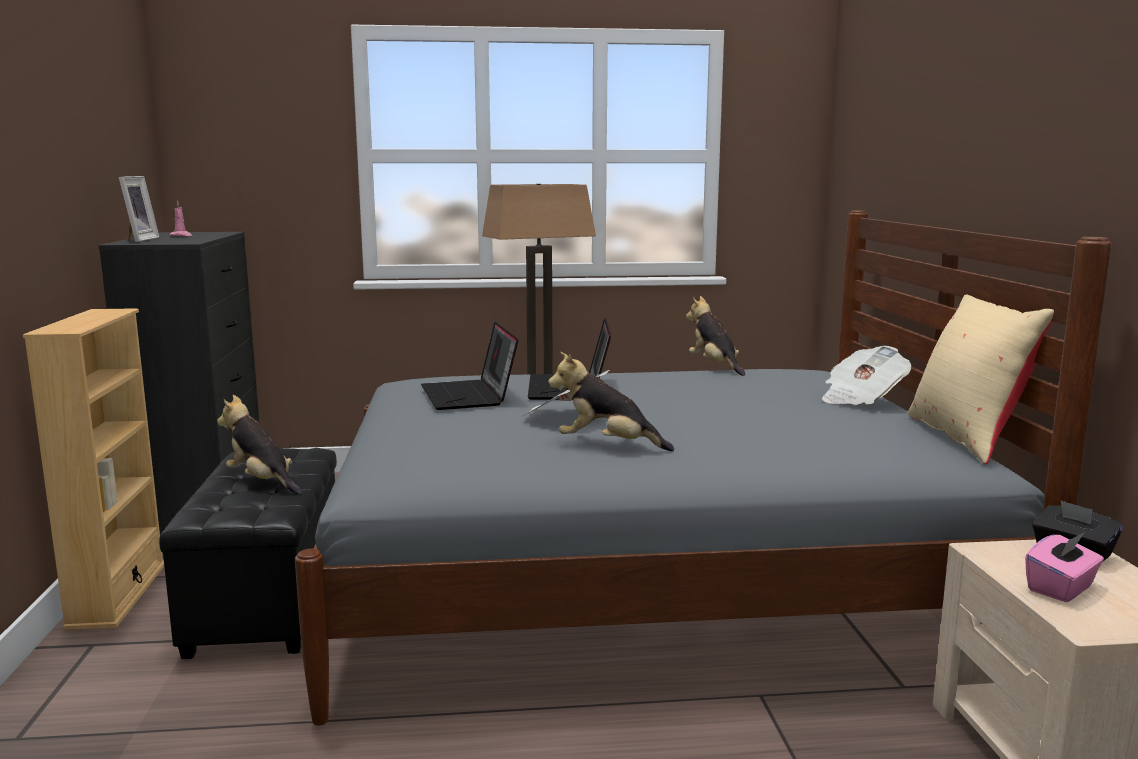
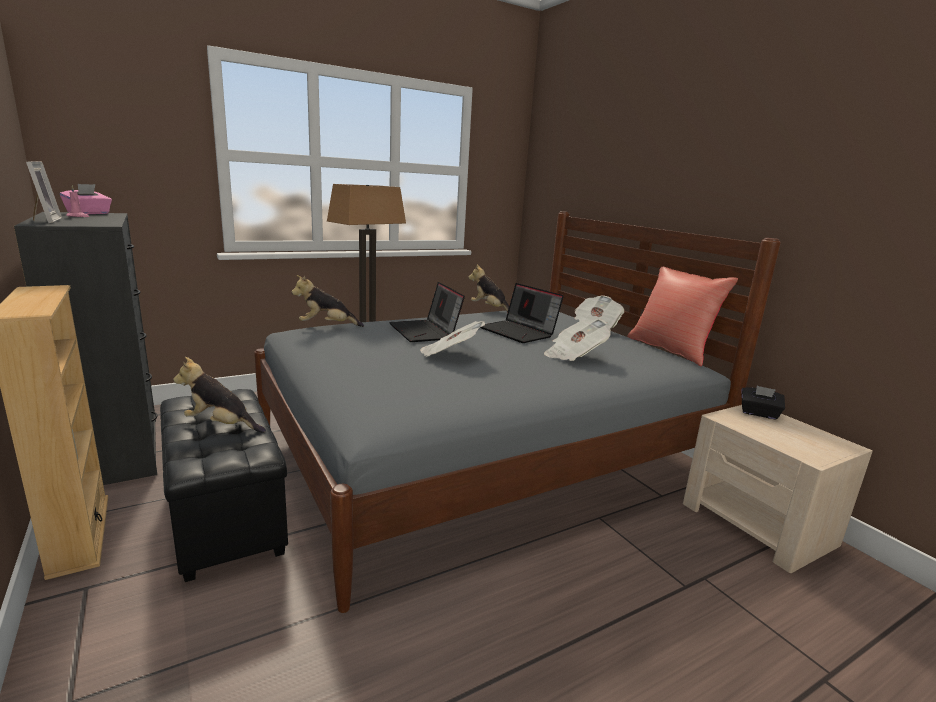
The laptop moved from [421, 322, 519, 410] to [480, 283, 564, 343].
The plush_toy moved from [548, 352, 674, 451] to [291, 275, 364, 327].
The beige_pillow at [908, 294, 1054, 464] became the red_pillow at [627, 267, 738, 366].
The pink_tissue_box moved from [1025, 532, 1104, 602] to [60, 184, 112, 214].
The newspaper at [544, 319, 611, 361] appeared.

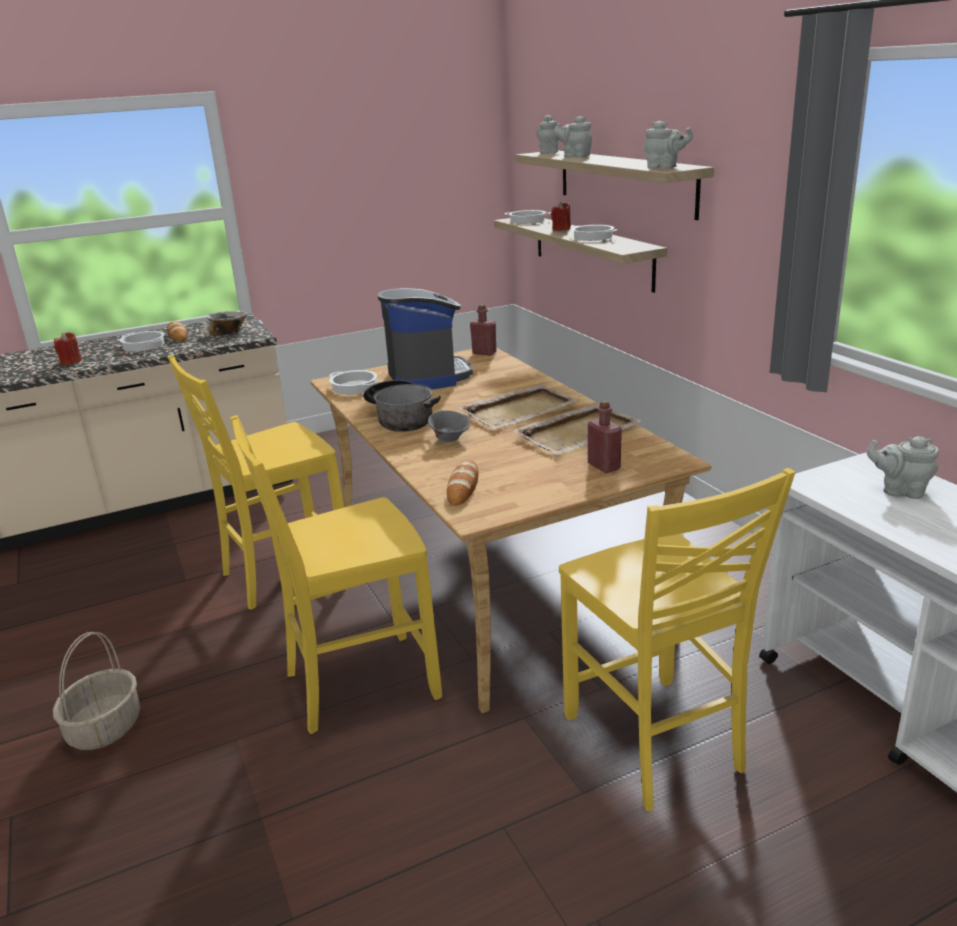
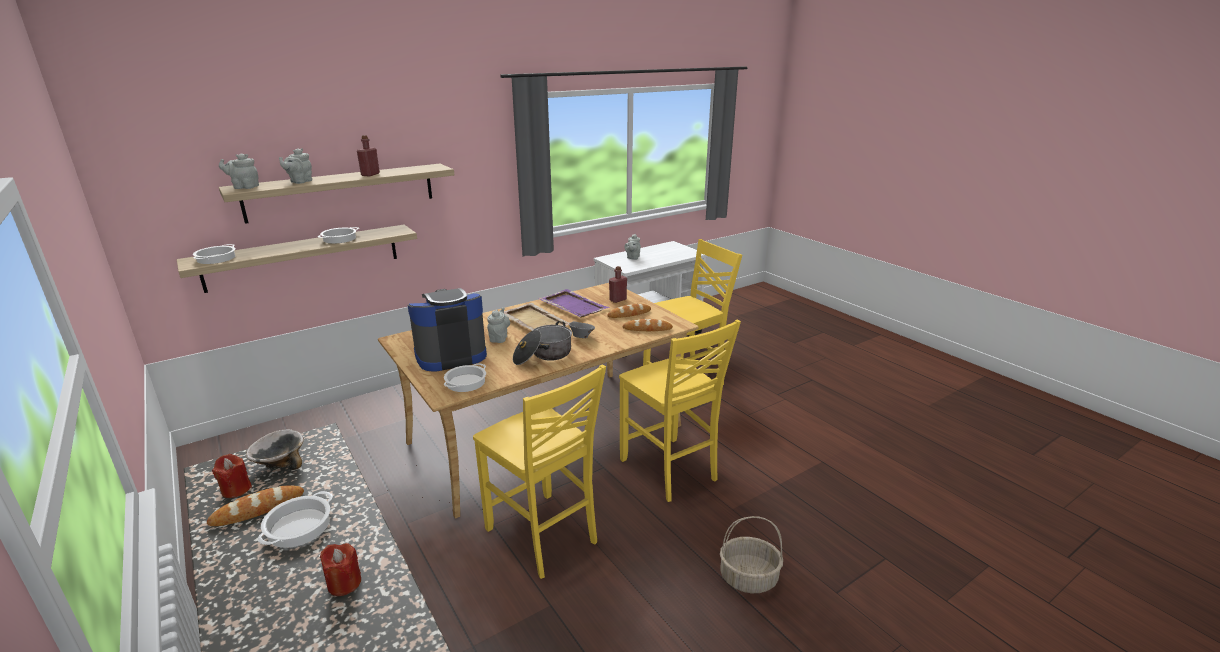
The red_bottle moved from [470, 305, 496, 355] to [357, 135, 380, 176].
The beige_tray at [513, 403, 642, 455] became the purple_tray at [538, 289, 609, 318].
The red_candle moved from [551, 202, 571, 231] to [212, 454, 252, 498].
The grey_teapot moved from [643, 120, 693, 168] to [487, 307, 510, 343].
The bread at [608, 304, 651, 318] appeared.

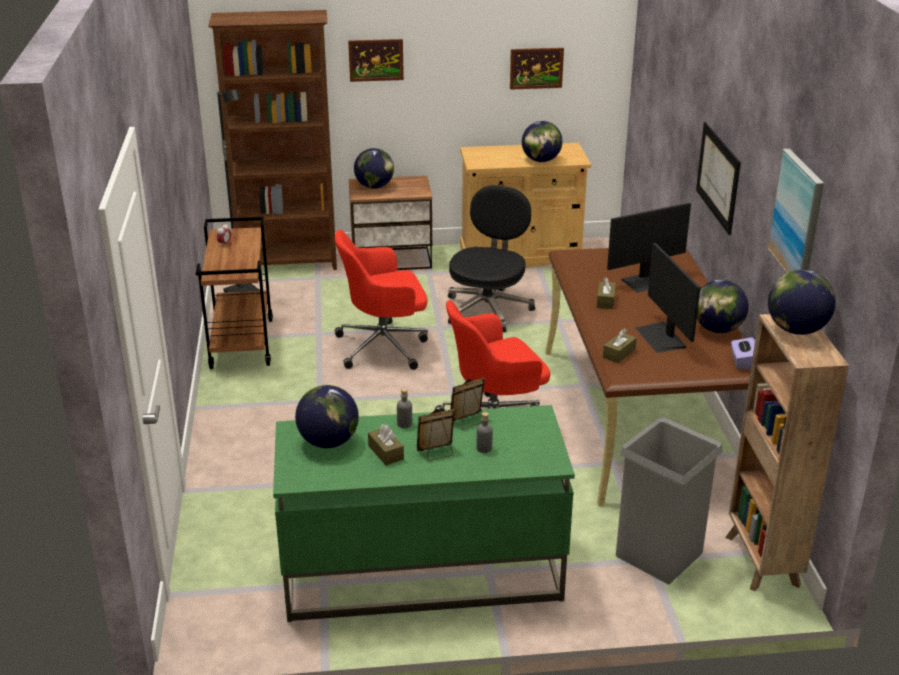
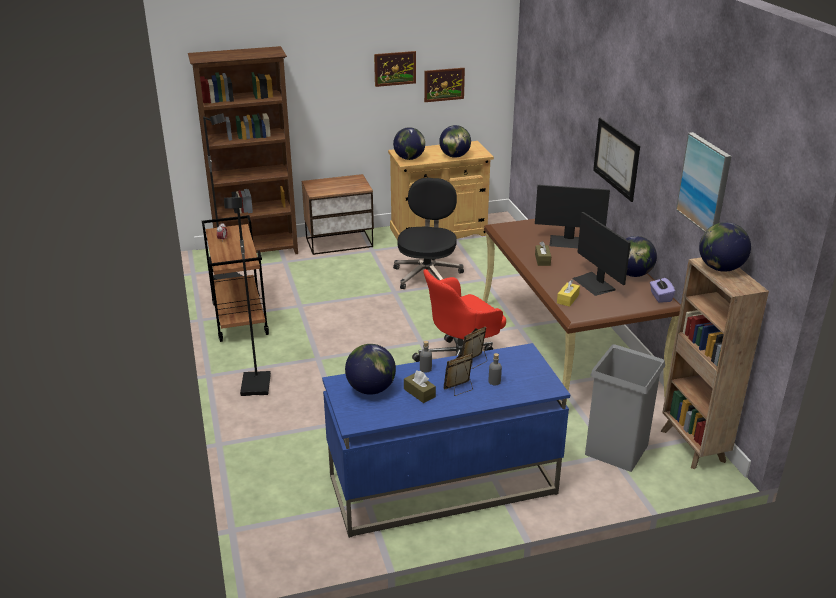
The green_desk at [273, 405, 575, 622] became the blue_desk at [322, 343, 570, 538].
The red_office_chair at [335, 230, 428, 370] disappeared.
The picture moved from [348, 39, 404, 82] to [374, 51, 416, 87].
The globe moved from [354, 148, 394, 189] to [393, 127, 425, 160].
The brown_tissue_box at [603, 329, 637, 363] became the yellow_tissue_box at [557, 280, 580, 307].
The monitor at [607, 202, 691, 293] turned 45 degrees clockwise.
The black_floor_lamp at [224, 194, 271, 396] appeared.

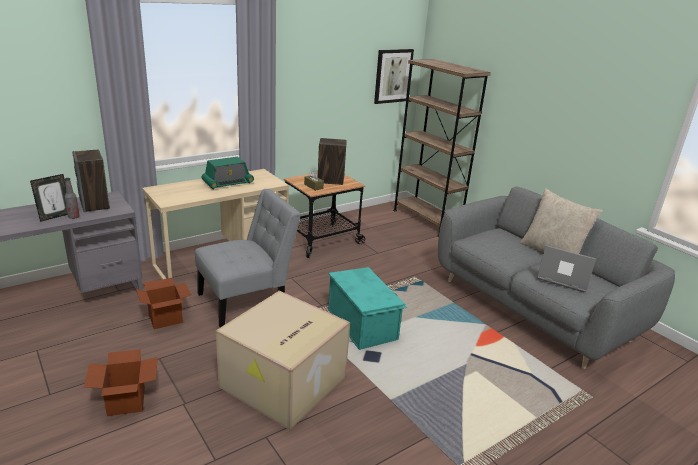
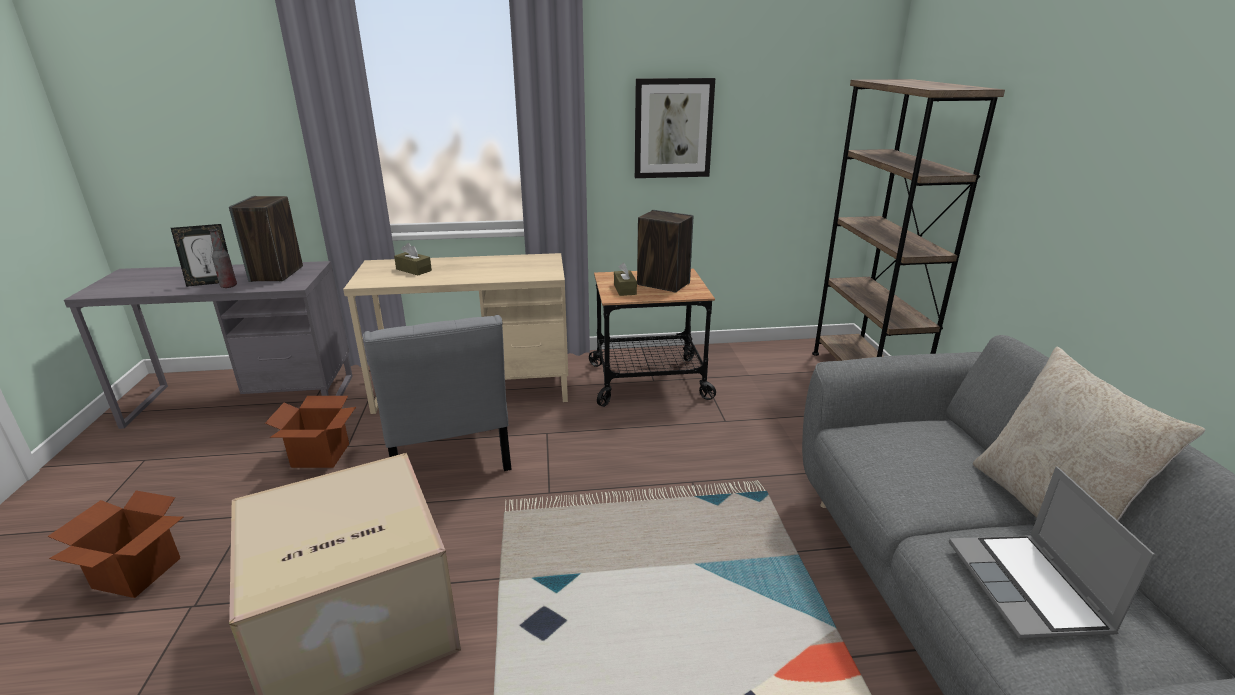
The grey_chair at [195, 189, 301, 327] turned 75 degrees clockwise.
The radio at [201, 157, 254, 190] disappeared.
The turquoise_storage_box at [328, 267, 407, 350] disappeared.
The picture moved from [374, 49, 414, 104] to [635, 78, 715, 178].
The laptop at [537, 245, 596, 292] turned 150 degrees counterclockwise.
The brown_tissue_box at [394, 243, 432, 275] appeared.

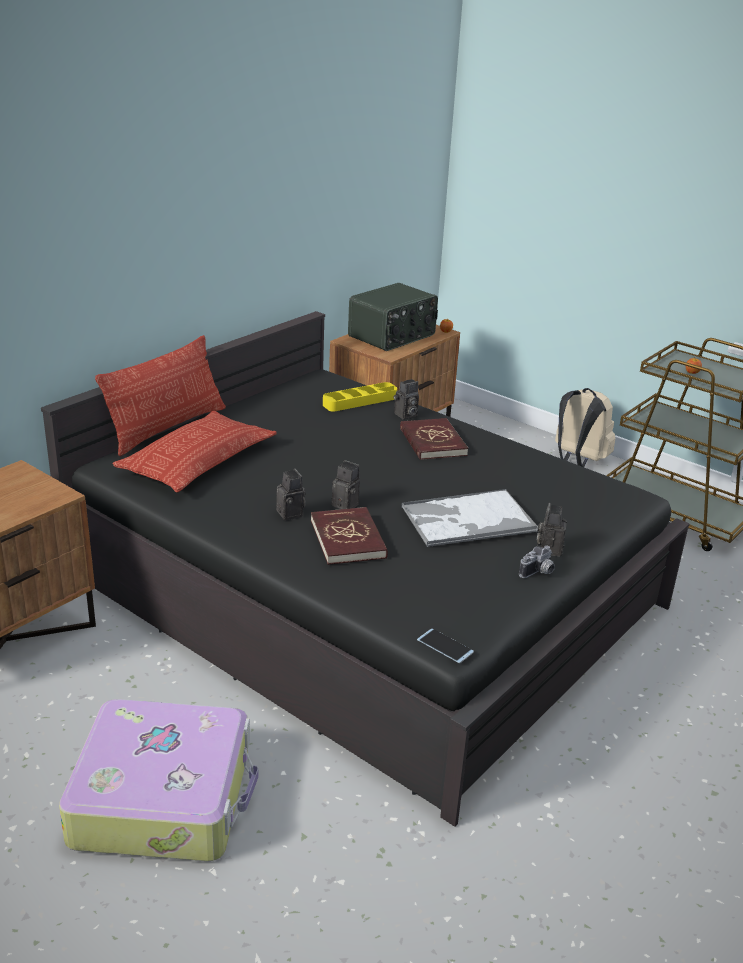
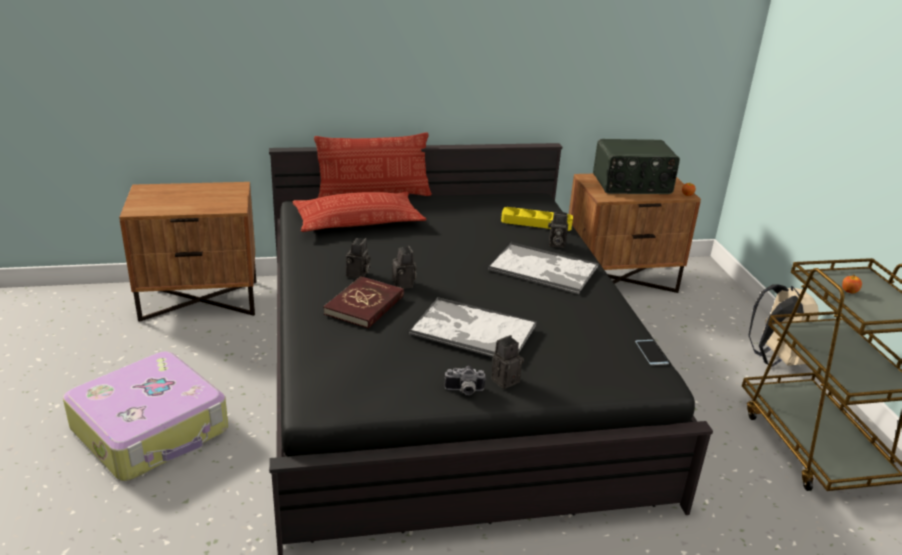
The red_book at [400, 418, 468, 460] was replaced by the tray at [488, 242, 599, 294].
The phone moved from [417, 629, 474, 663] to [635, 340, 669, 365].

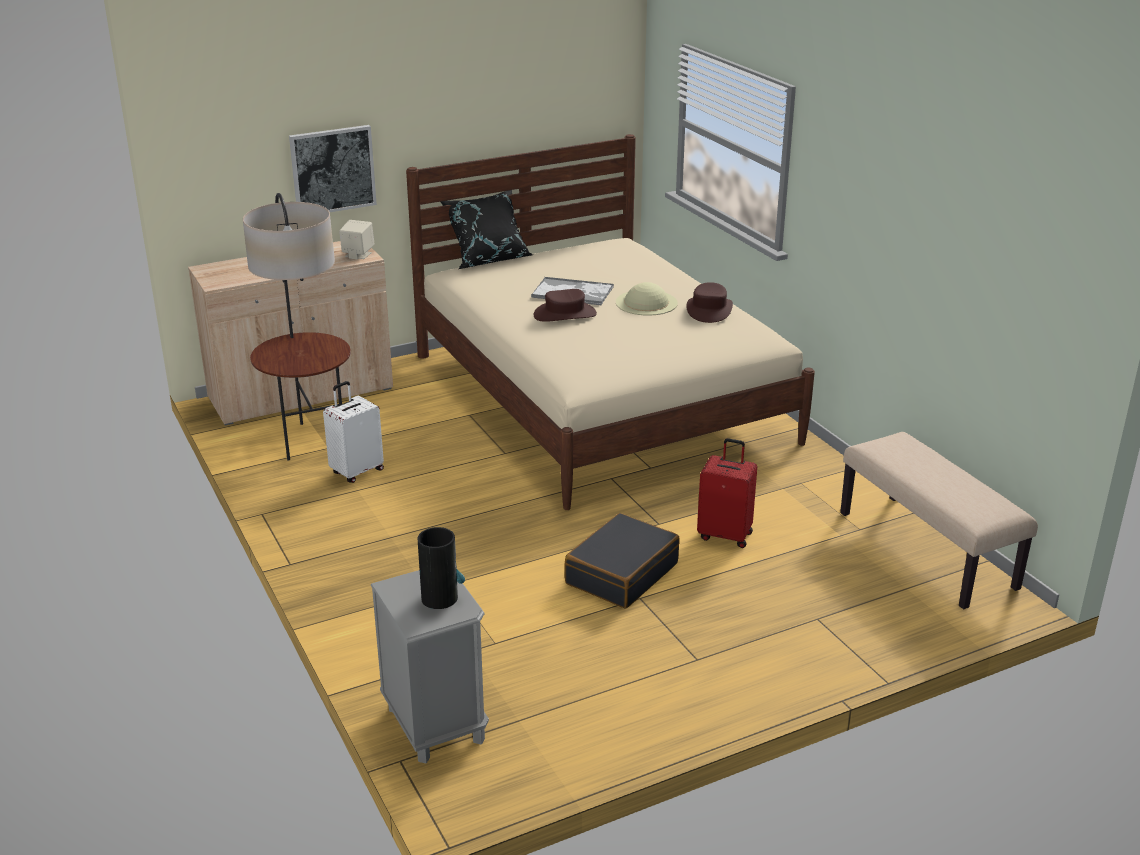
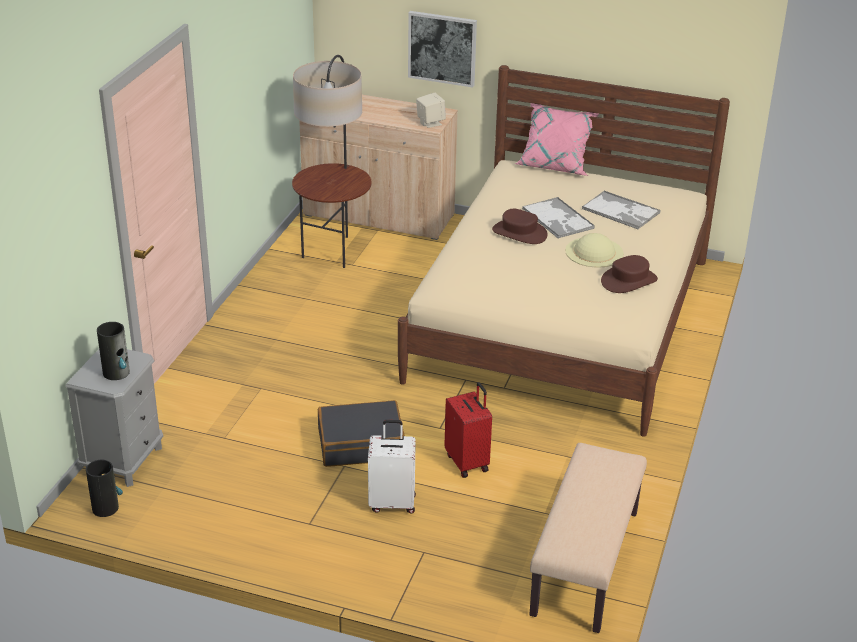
The white_suitcase moved from [323, 381, 384, 483] to [368, 420, 416, 514].
The black_pillow at [441, 190, 533, 269] became the pink_pillow at [515, 103, 599, 176].
The vase at [86, 460, 123, 517] appeared.
The tray at [582, 190, 661, 230] appeared.

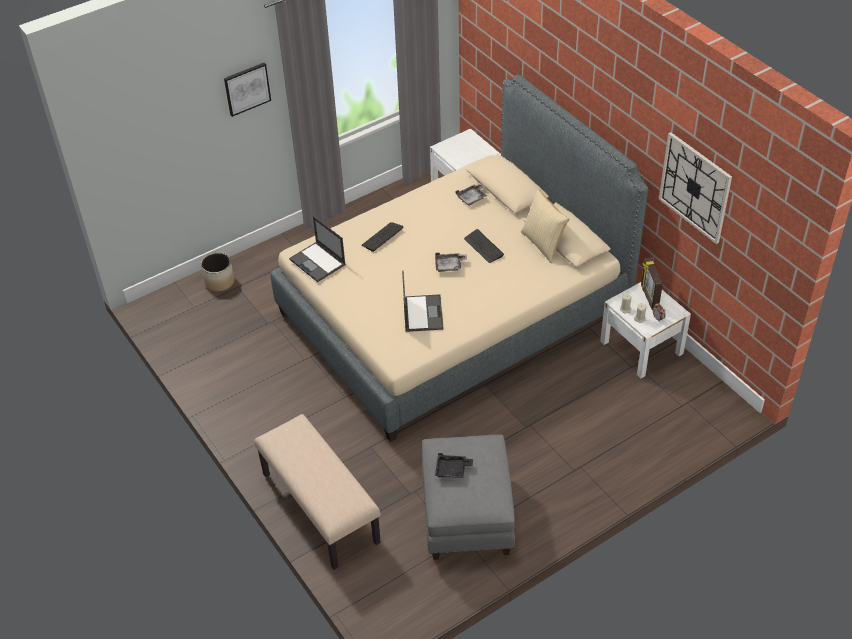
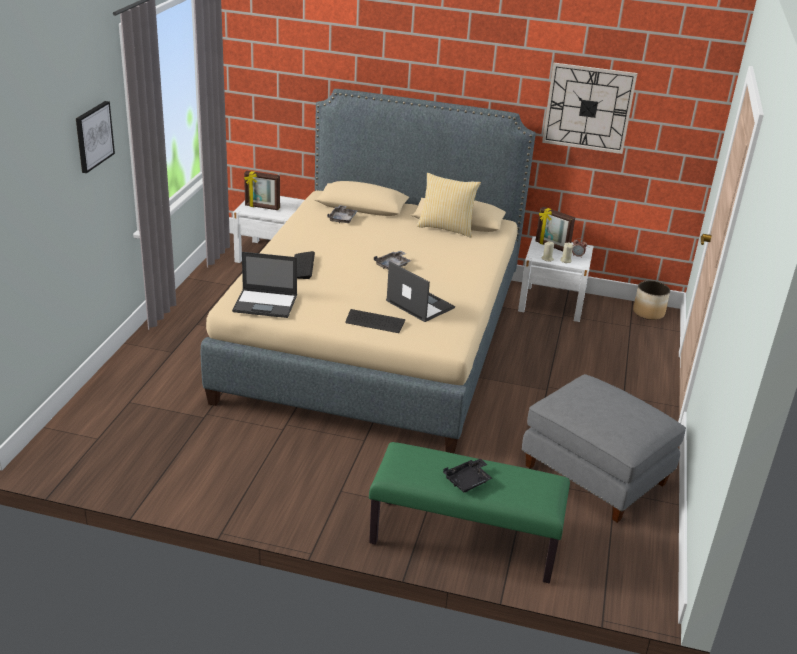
The planter moved from [201, 253, 234, 292] to [633, 281, 670, 320].
The beige_bench at [254, 414, 380, 570] became the green_bench at [369, 442, 570, 583].
The black_tray moved from [435, 453, 473, 478] to [443, 459, 492, 493].
The keyboard moved from [464, 229, 504, 263] to [345, 309, 406, 333].
The picture_frame at [244, 171, 280, 210] appeared.

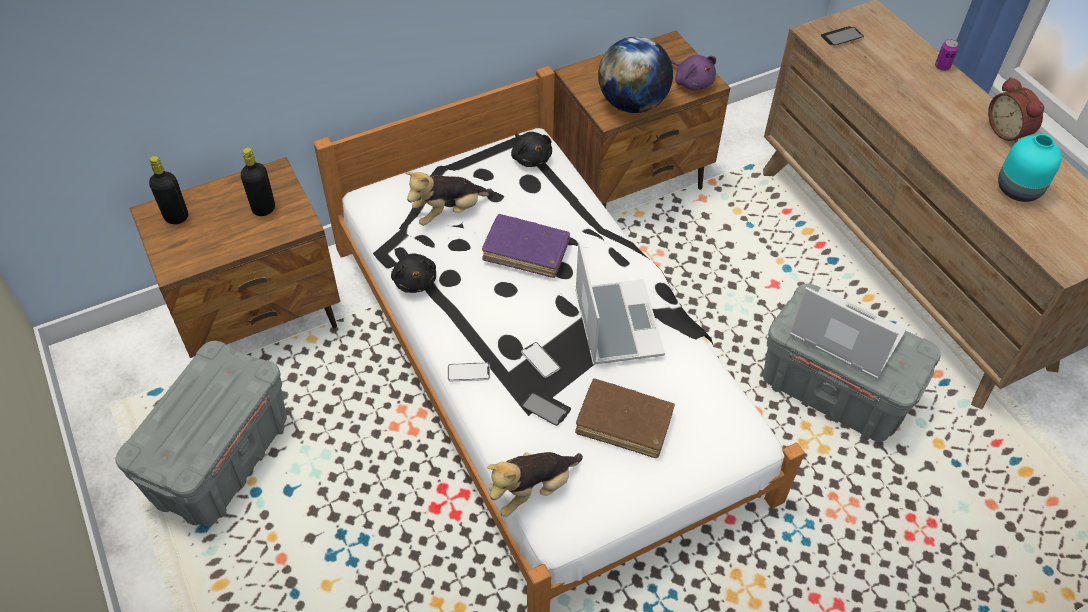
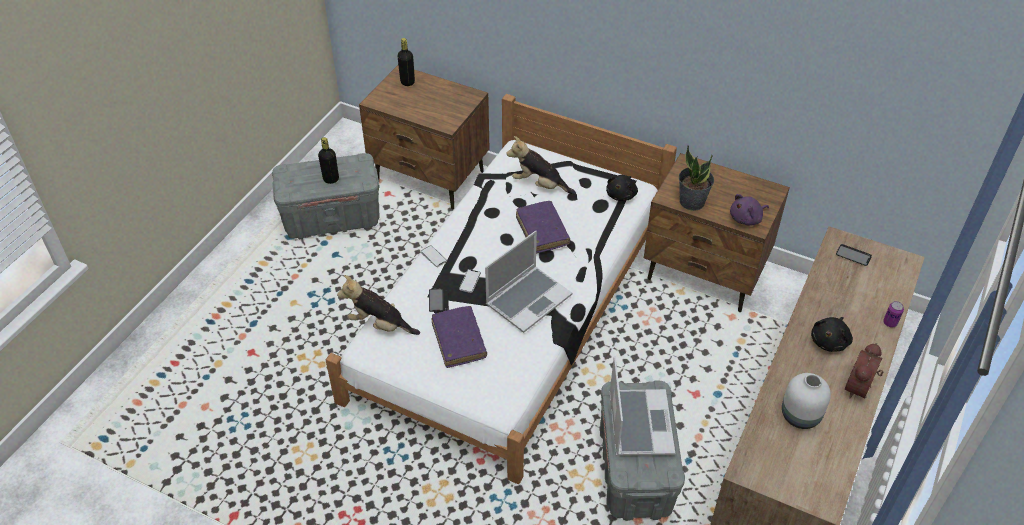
The black_bottle moved from [241, 147, 275, 216] to [318, 137, 339, 184].
The black_plush_toy moved from [391, 251, 436, 293] to [811, 317, 853, 352].
The brown_book at [575, 378, 675, 458] became the purple_book at [432, 306, 487, 368].
The globe at [598, 36, 673, 113] was replaced by the potted_plant at [679, 145, 714, 211].
The purple_plush_toy at [671, 55, 716, 91] turned 45 degrees clockwise.
The turquoise_vase at [998, 134, 1062, 202] became the white_vase at [782, 373, 831, 429].

